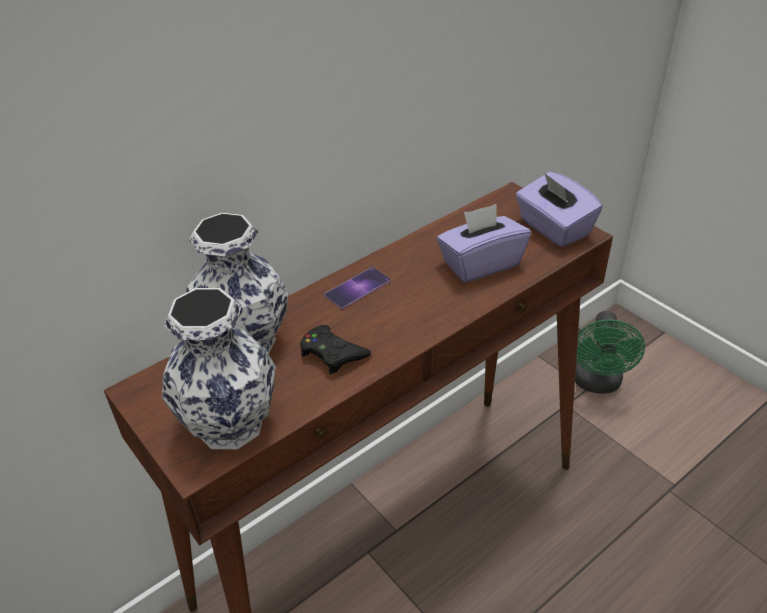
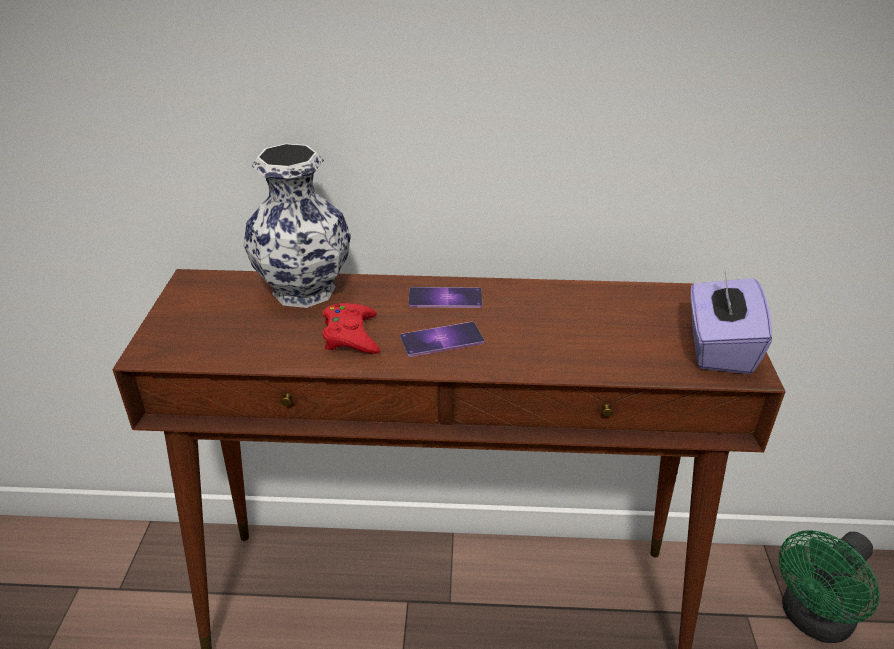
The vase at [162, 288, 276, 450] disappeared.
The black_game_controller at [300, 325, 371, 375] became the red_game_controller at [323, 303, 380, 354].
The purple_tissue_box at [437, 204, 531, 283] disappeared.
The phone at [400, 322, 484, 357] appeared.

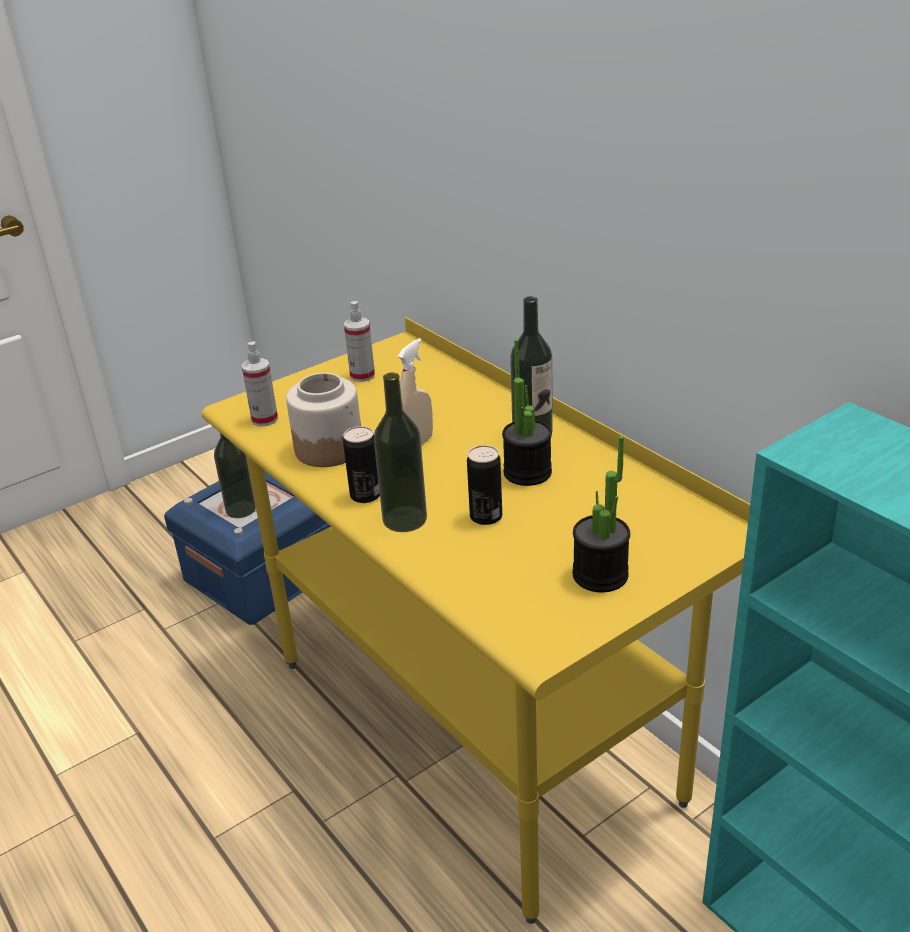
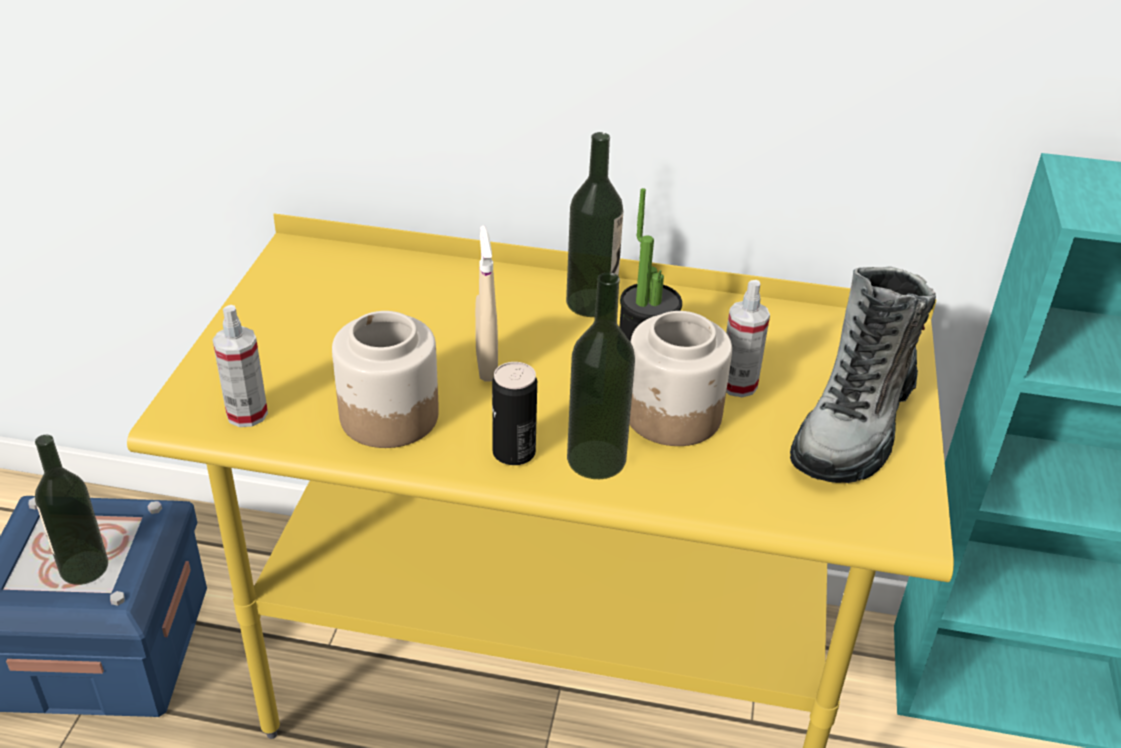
The spray_bottle moved from [344, 301, 375, 382] to [726, 280, 770, 397].
The can at [467, 445, 502, 525] was replaced by the jar at [629, 311, 732, 446].
The potted_plant at [572, 436, 630, 592] was replaced by the boot at [790, 266, 936, 483].

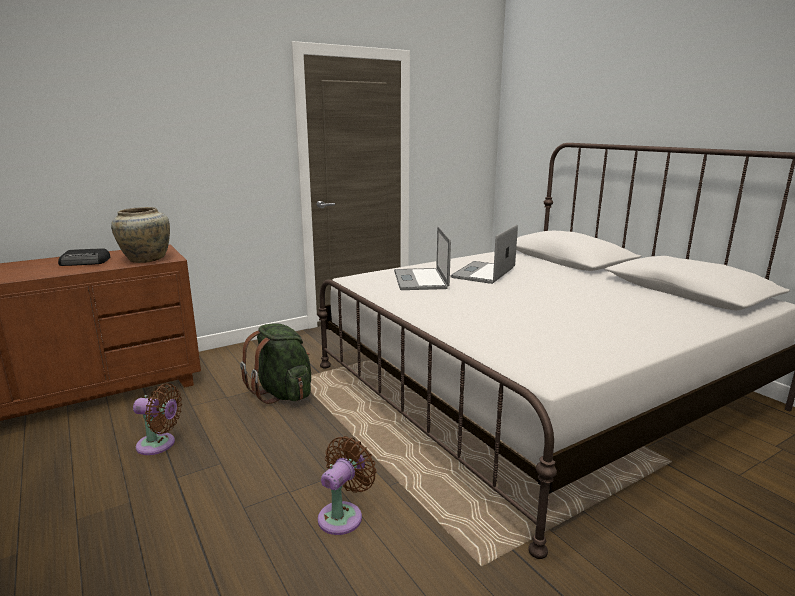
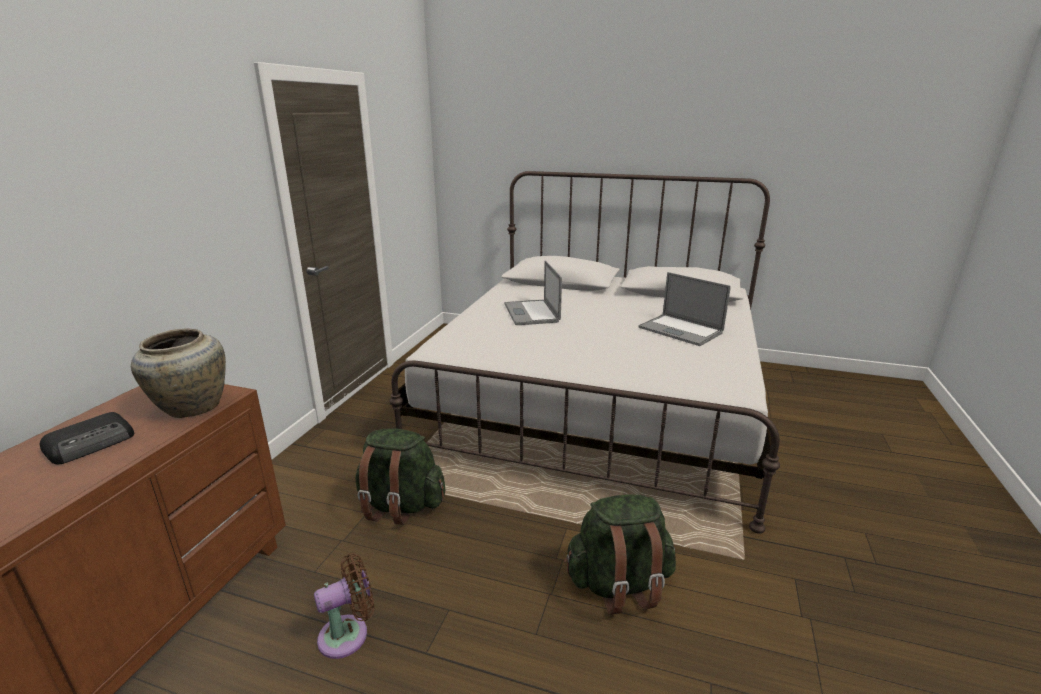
The brown_fan at [318, 436, 376, 535] was replaced by the green_backpack at [564, 494, 676, 615].
The laptop moved from [394, 226, 451, 290] to [638, 272, 731, 346].

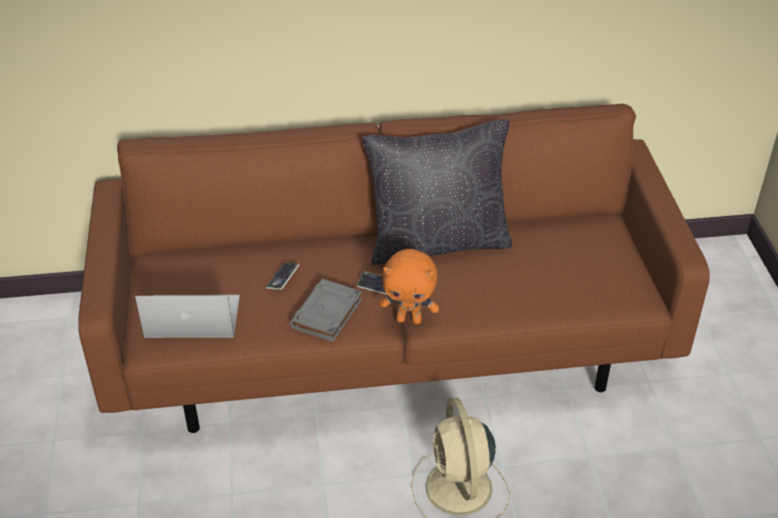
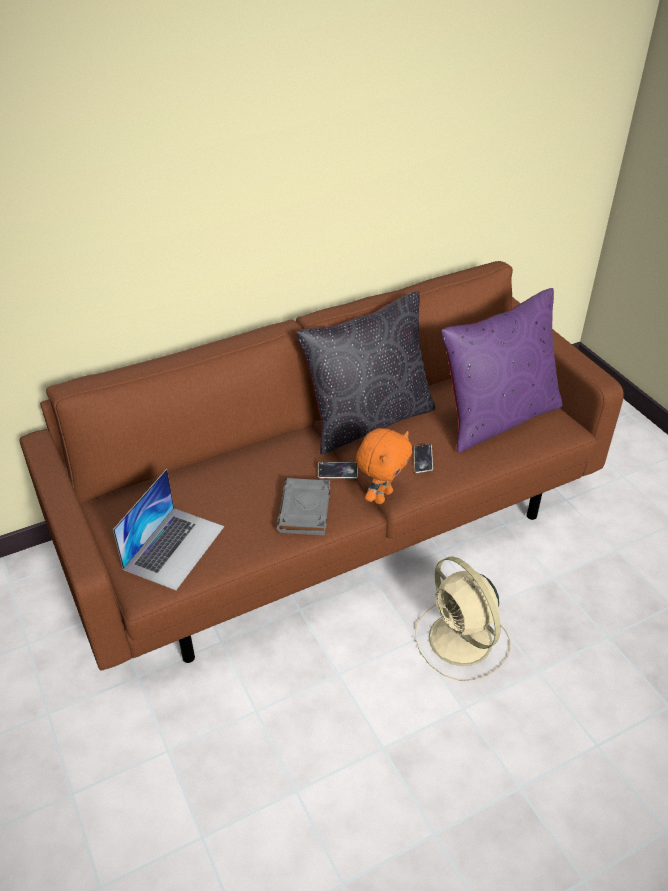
The laptop at [135, 295, 240, 338] turned 135 degrees clockwise.
The phone moved from [266, 263, 299, 290] to [414, 444, 433, 473].
The orange_plush_toy at [380, 249, 439, 324] turned 45 degrees counterclockwise.
The purple_pillow at [441, 288, 562, 453] appeared.

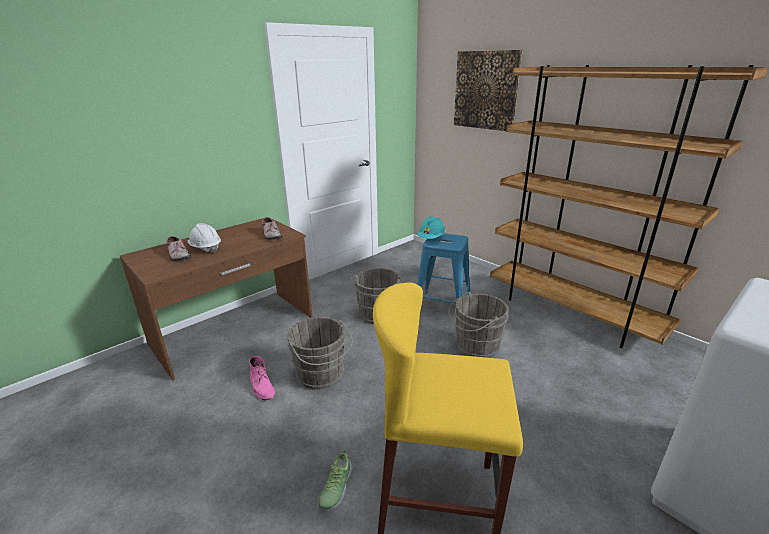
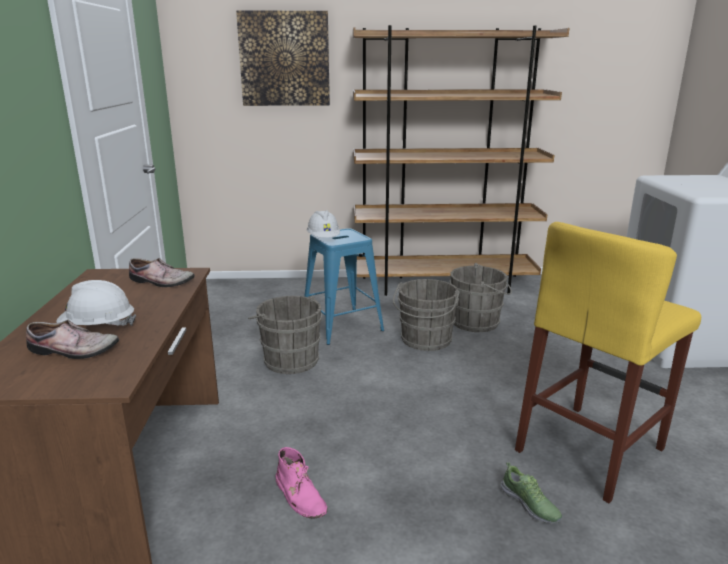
The pink_boot at [249, 356, 275, 400] turned 45 degrees clockwise.
The grey_bucket moved from [287, 317, 353, 390] to [450, 263, 512, 332].
The turquoise_hard_hat at [417, 216, 445, 239] became the white_hard_hat at [307, 210, 340, 238].

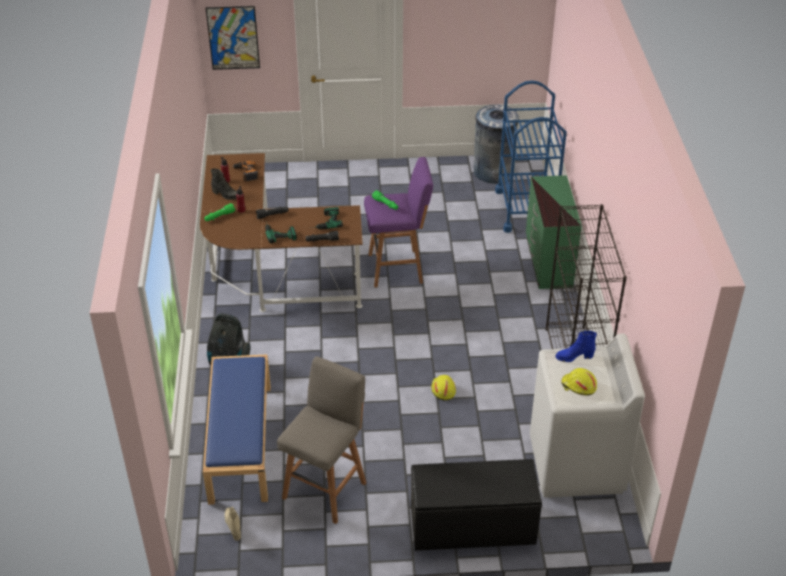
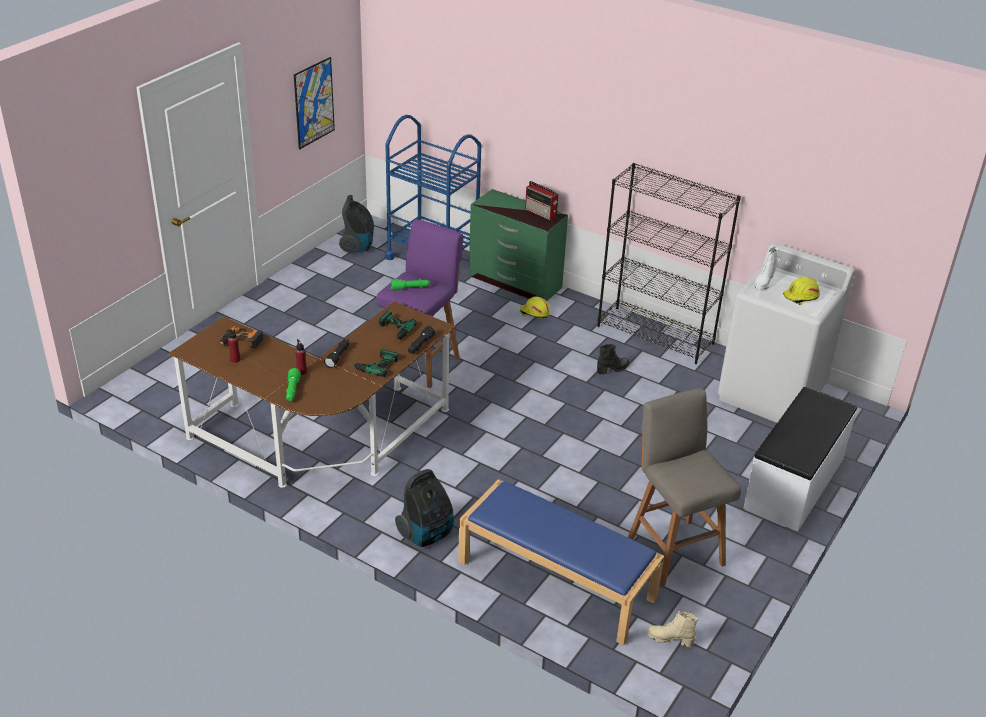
The picture moved from [206, 6, 260, 70] to [294, 57, 335, 149].
The black_boot moved from [211, 169, 237, 200] to [597, 344, 629, 374].
The black_bench at [411, 459, 542, 551] became the white_bench at [743, 387, 857, 532].
The yellow_hard_hat moved from [431, 375, 456, 400] to [520, 297, 550, 318].
The grey_trash_can at [473, 105, 519, 184] was replaced by the vacuum_cleaner at [339, 195, 374, 254].
The blue_boot at [555, 331, 597, 362] became the white_boot at [754, 247, 779, 290].
The radio at [525, 181, 559, 220] appeared.

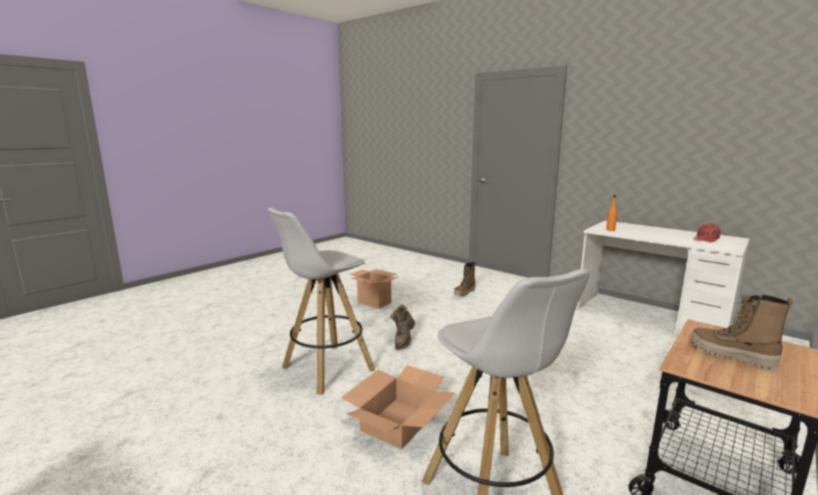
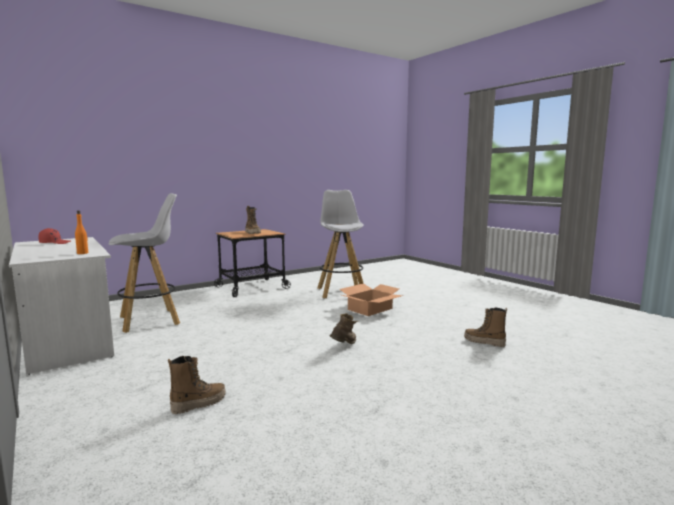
The white_stool moved from [268, 208, 375, 395] to [109, 193, 180, 333].
The cardboard_box at [350, 269, 398, 309] disappeared.
The boot at [464, 307, 507, 347] appeared.

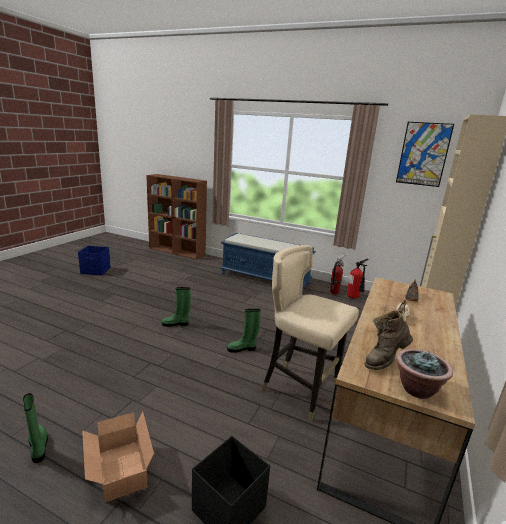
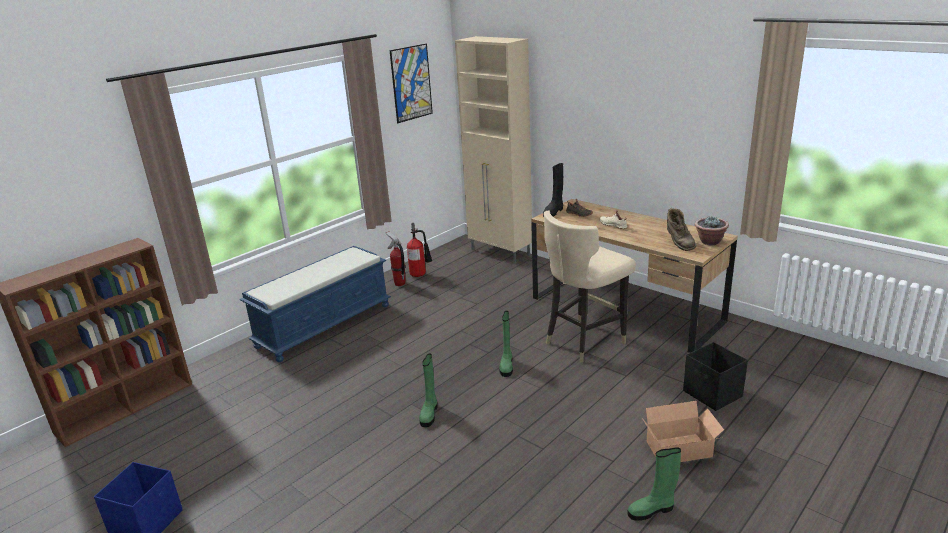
The black_boot at [543, 163, 563, 217] appeared.

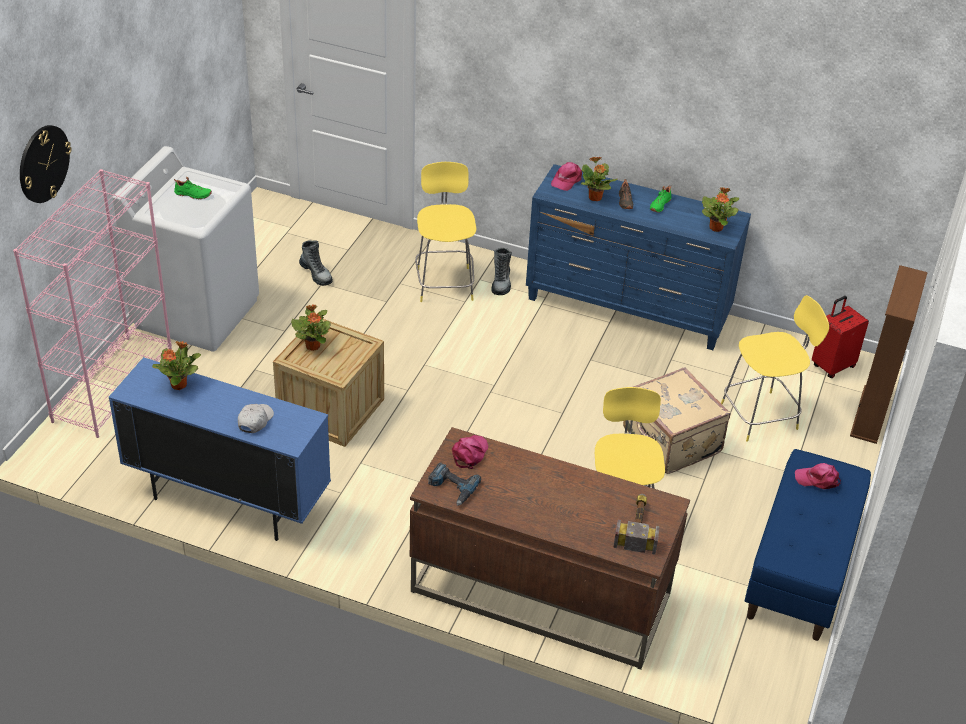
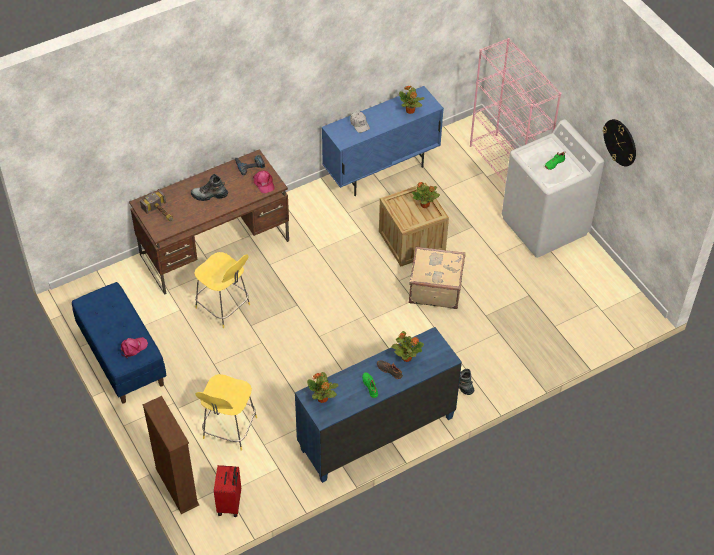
The wall_clock moved from [20, 125, 72, 203] to [602, 119, 636, 166].
The boot moved from [299, 240, 333, 286] to [191, 174, 228, 201].
The yellow_stool at [415, 162, 476, 302] disappeared.
The pink_cap at [551, 162, 582, 191] disappeared.
The beige_suitcase moved from [623, 367, 730, 474] to [409, 247, 465, 309].

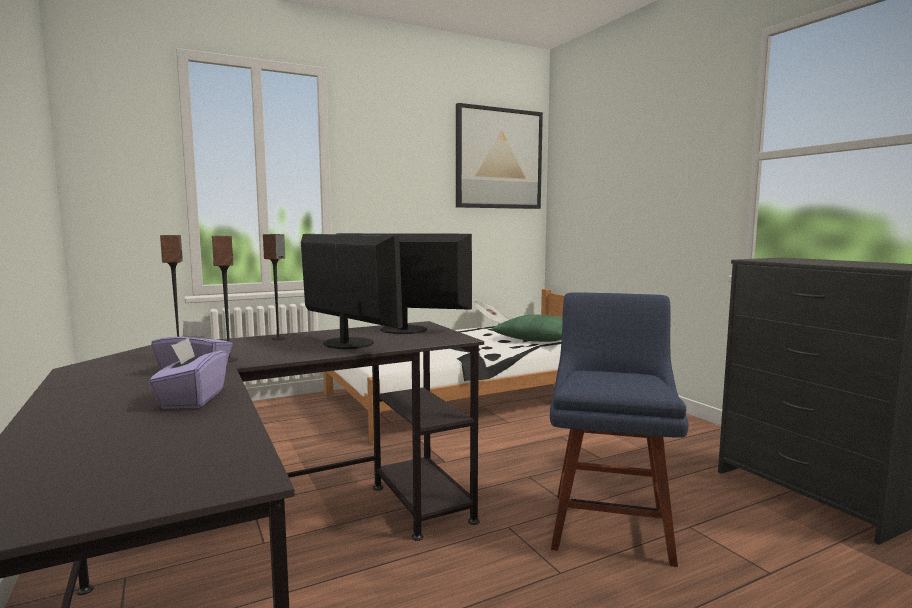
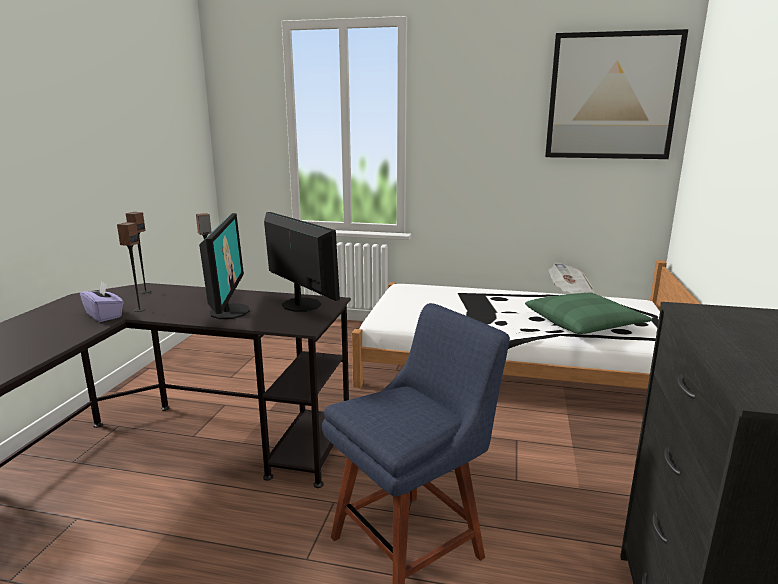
The purple_tissue_box at [149, 338, 227, 409] disappeared.

